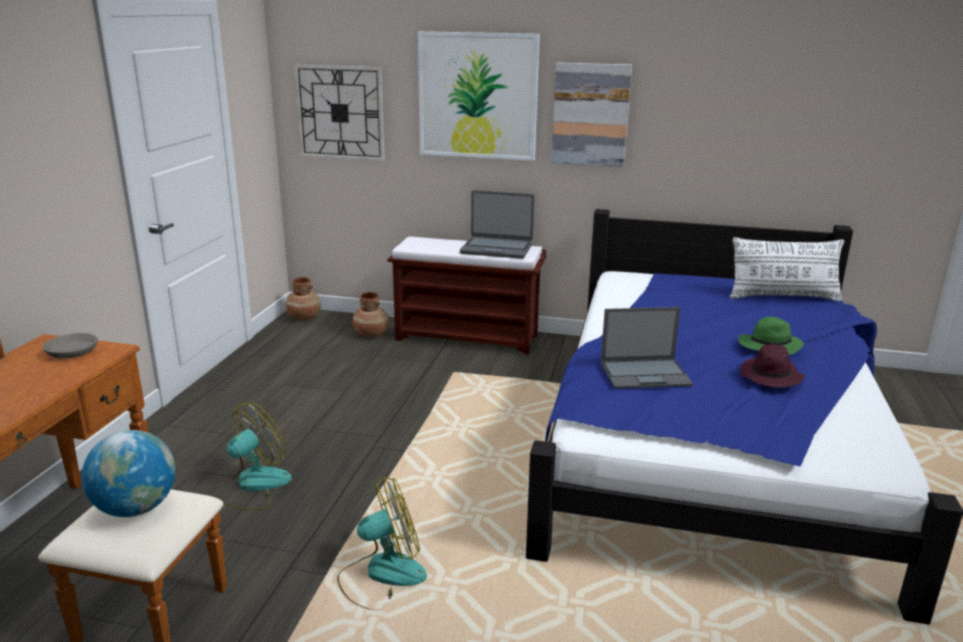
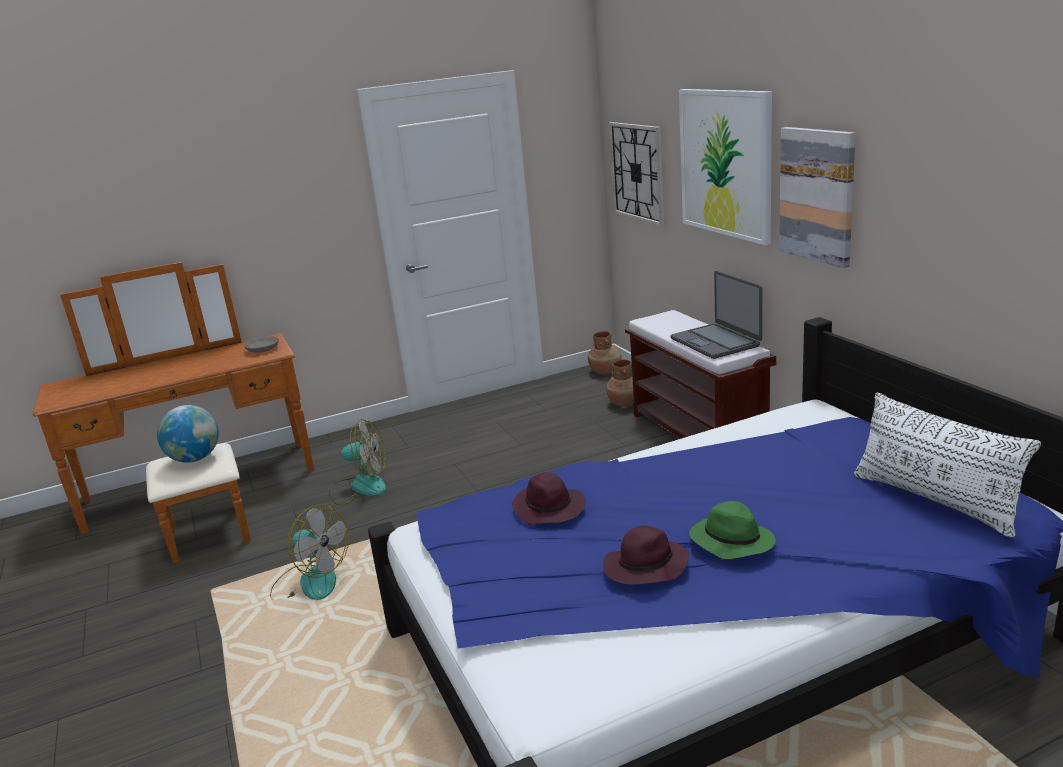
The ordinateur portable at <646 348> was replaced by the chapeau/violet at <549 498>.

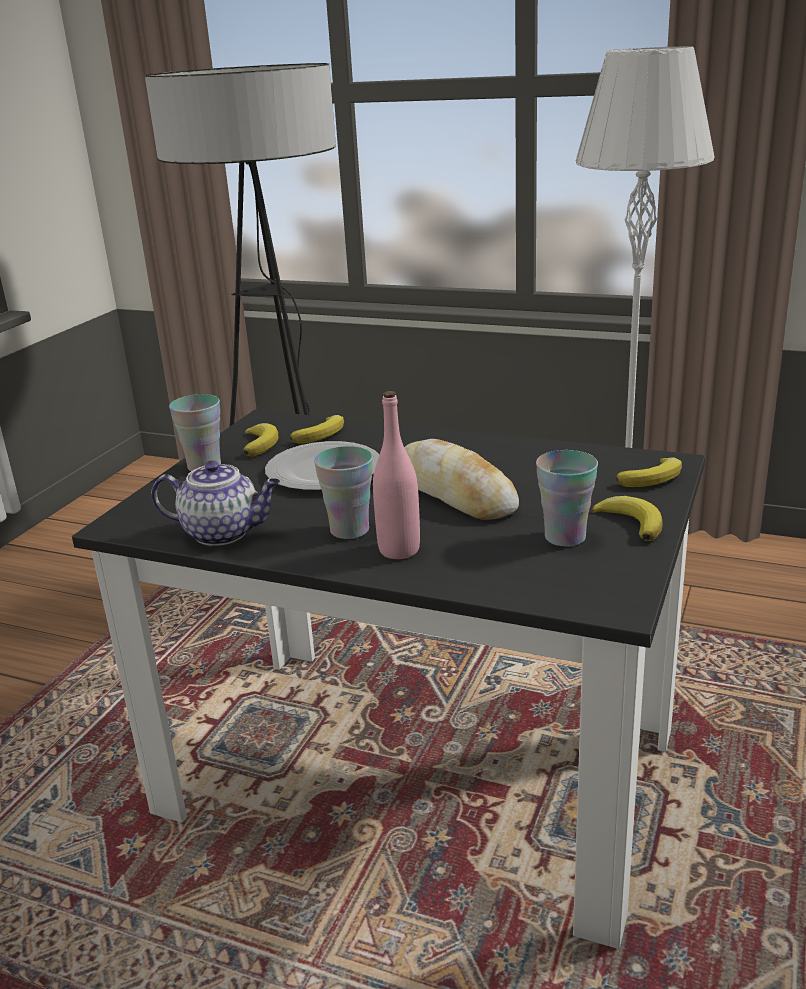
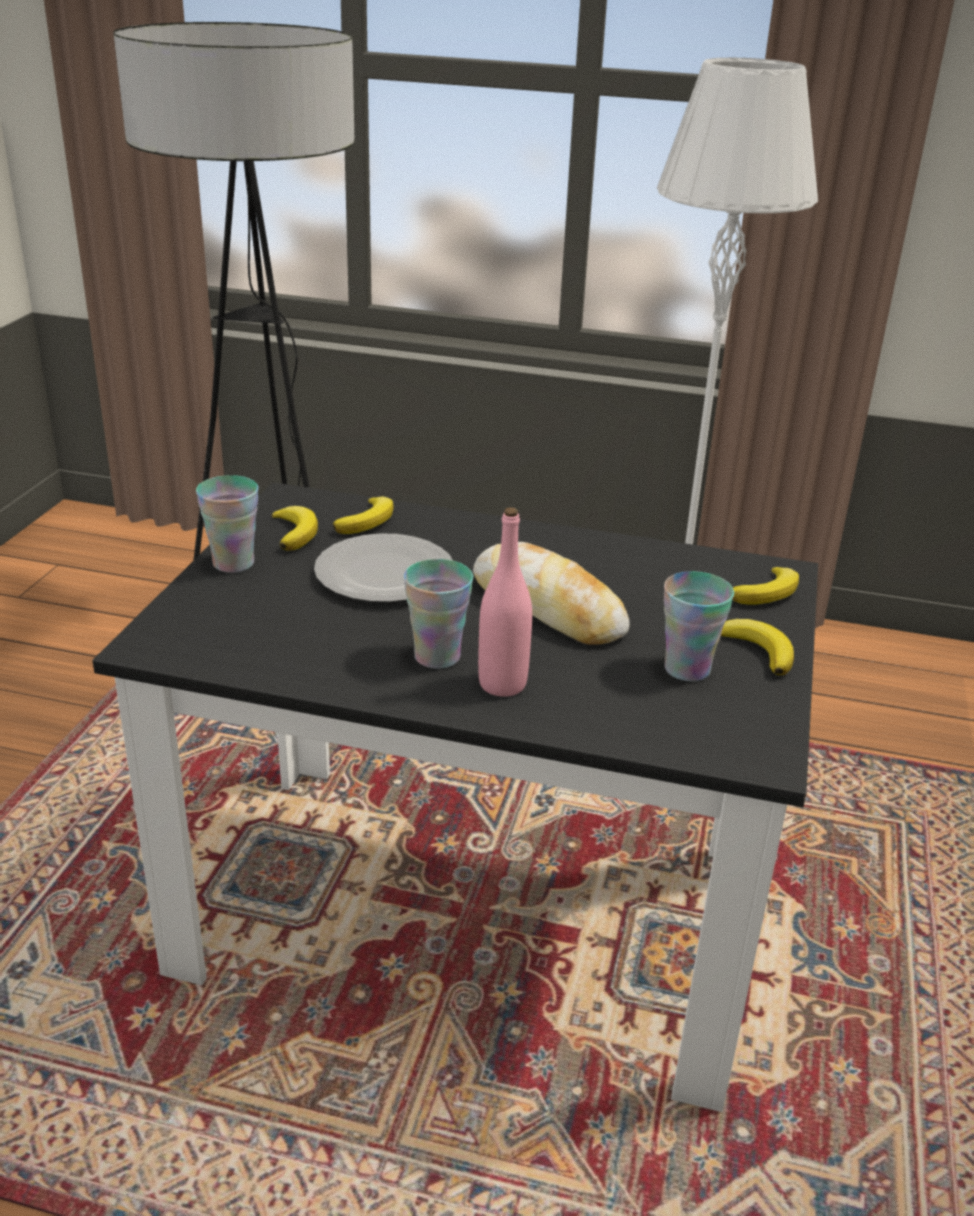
The théière at <215 503> disappeared.

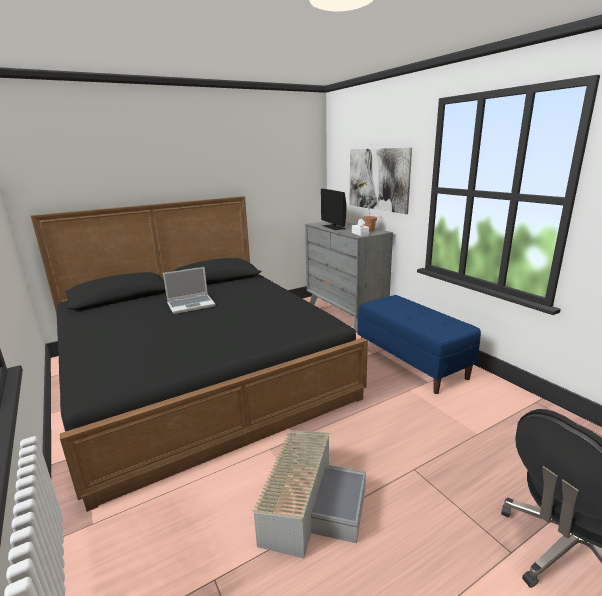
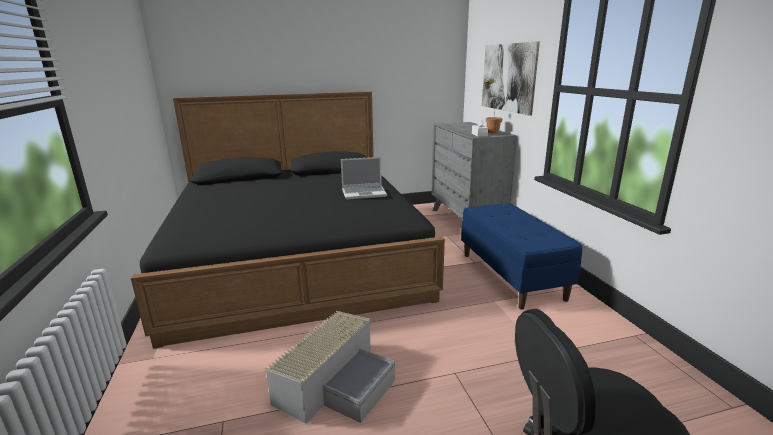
The écran d'ordinateur at <333 209> disappeared. The ordinateur portable moved from <189 290> to <364 178>.

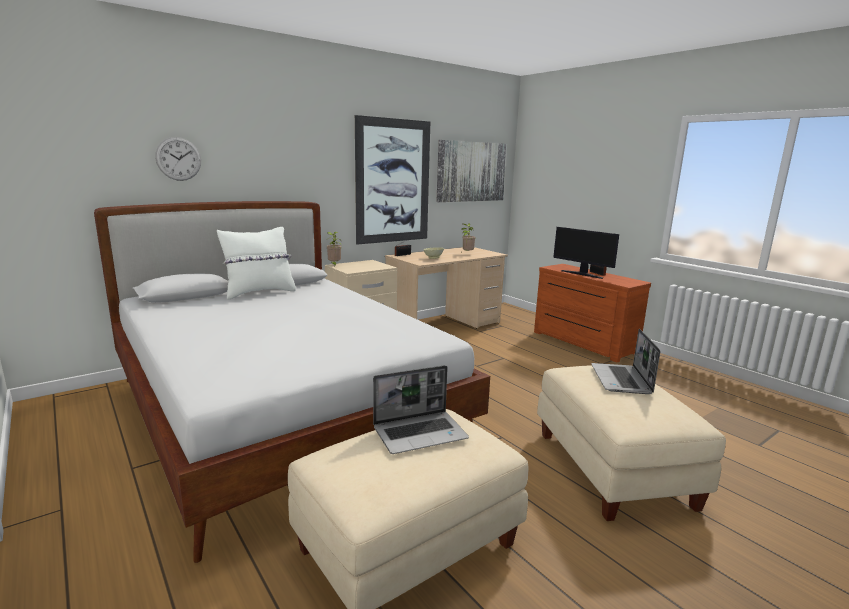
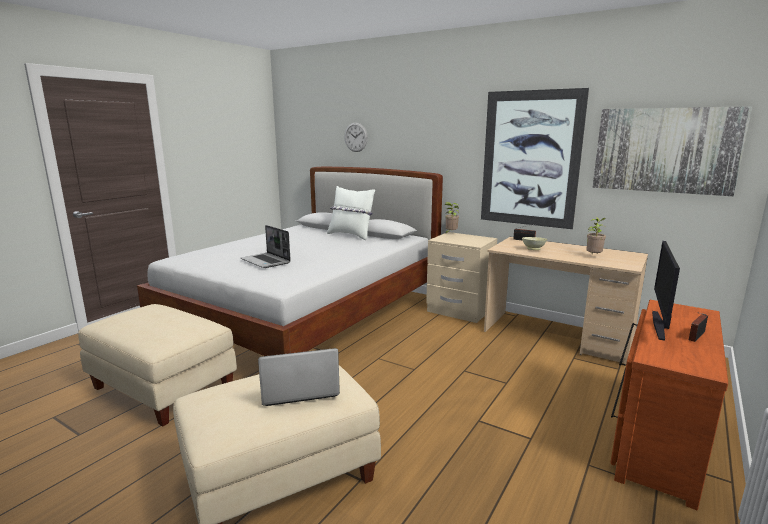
The ordinateur portable moved from <421 409> to <266 246>.

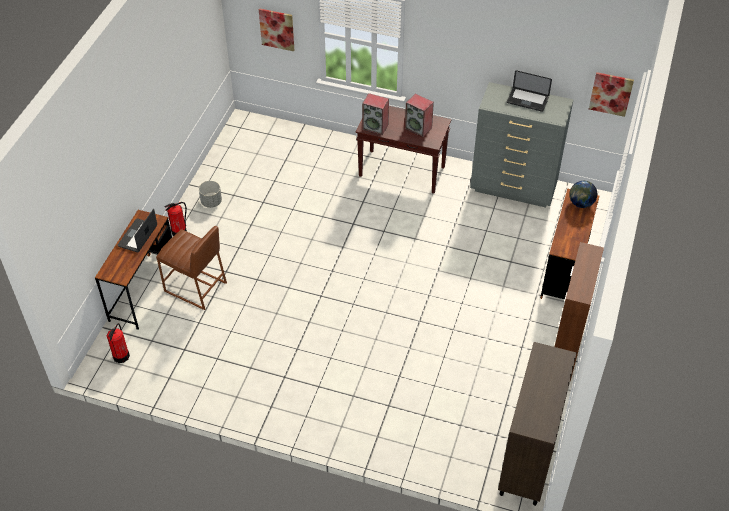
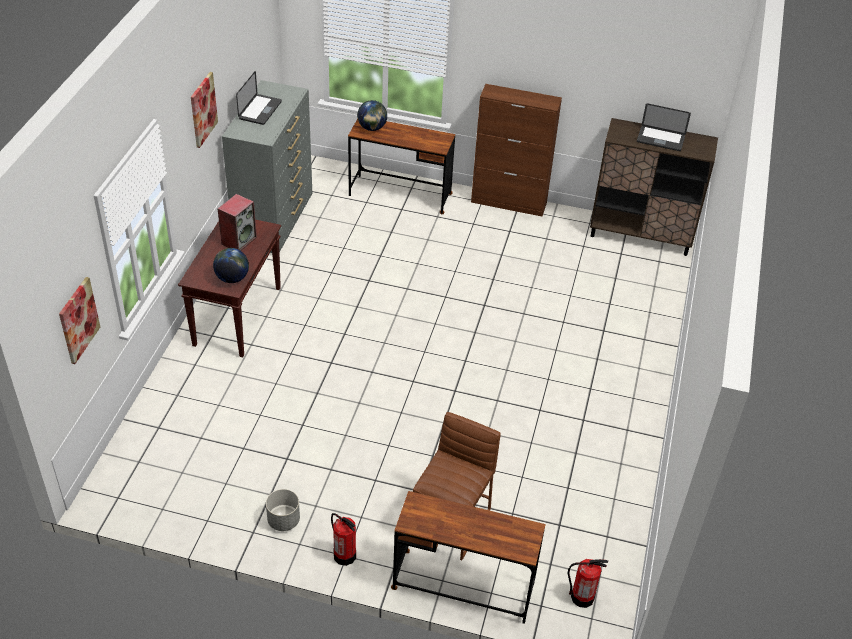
The ordinateur portable moved from <137 230> to <664 127>. The tableau moved from <611 94> to <204 110>. The enceinte at <375 114> was replaced by the globe at <231 265>.

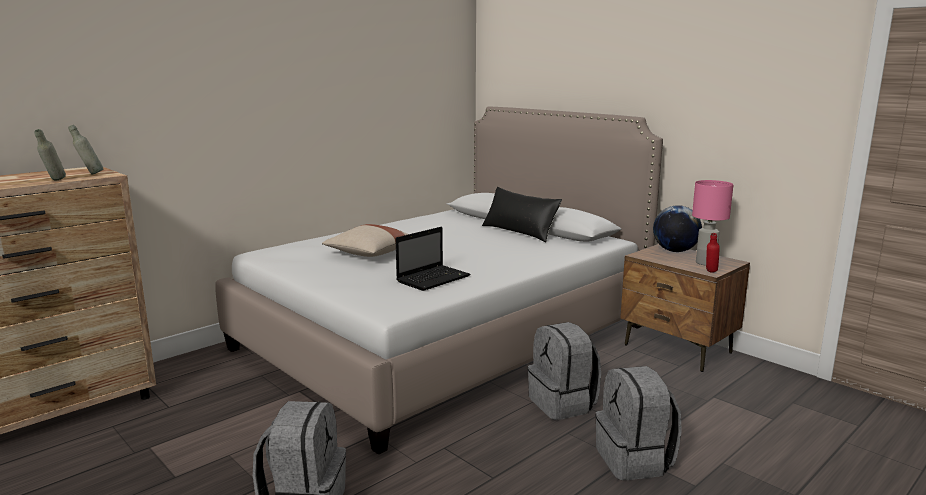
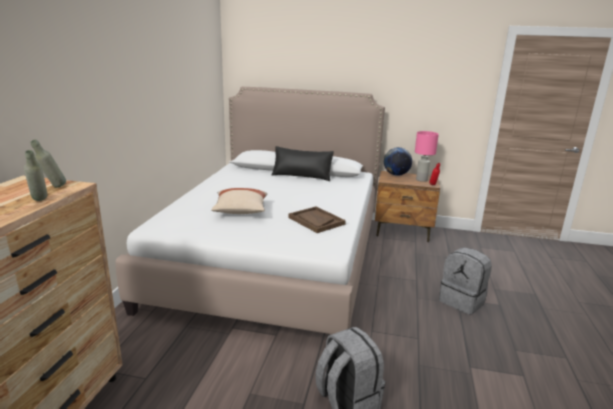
The sac à dos/gris at <564 371> disappeared. The ordinateur portable at <432 259> was replaced by the plateau/marron at <317 220>.

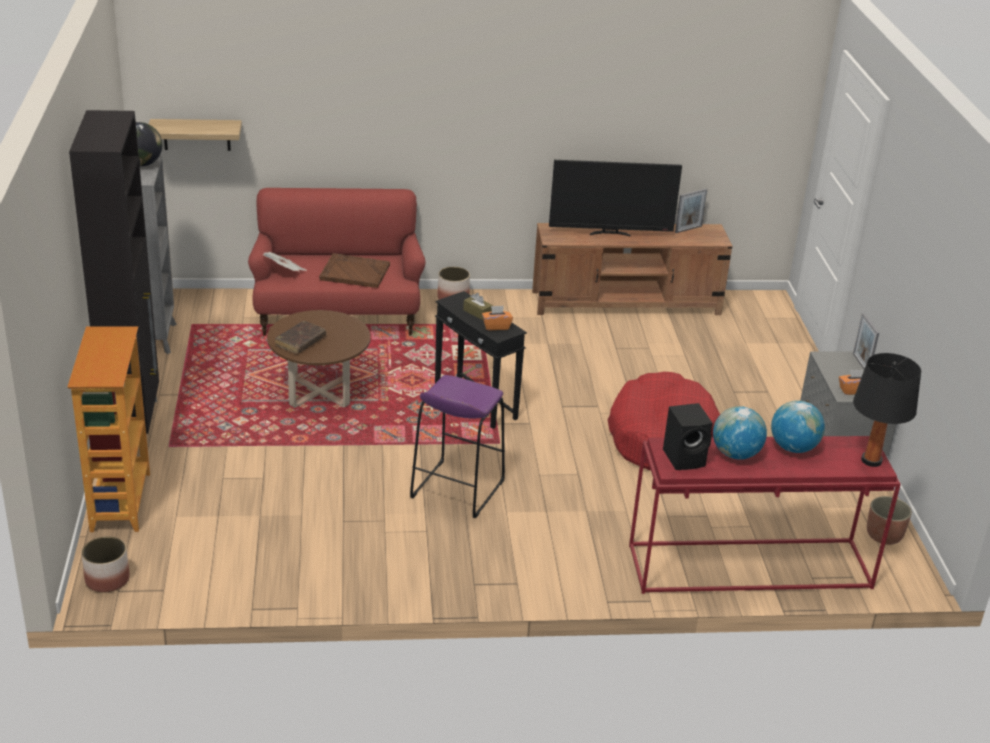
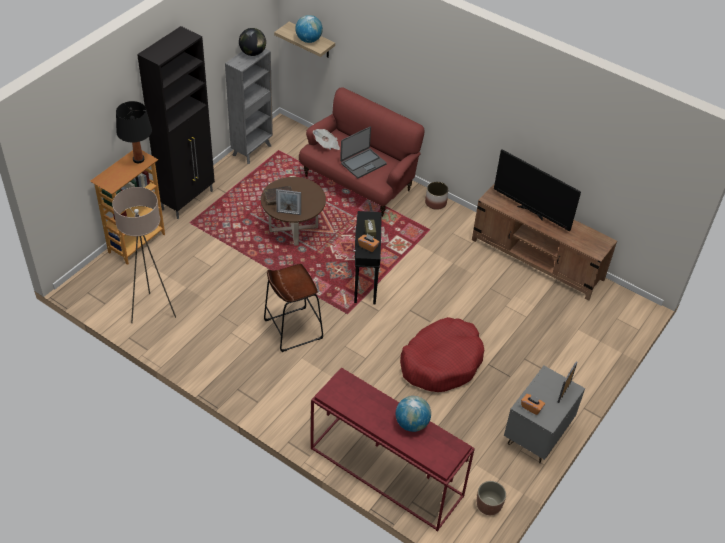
The cache-pot at <105 564> disappeared. The enceinte/noir at <688 436> disappeared. The lampadaire/beige at <144 255> appeared. The cadre photo moved from <691 211> to <288 202>. The globe moved from <740 433> to <309 29>. The lampe de table/noir moved from <887 410> to <134 132>. The plateau/marron at <354 270> was replaced by the ordinateur portable at <363 152>. The tabouret/violet at <457 446> became the tabouret/marron at <293 308>.

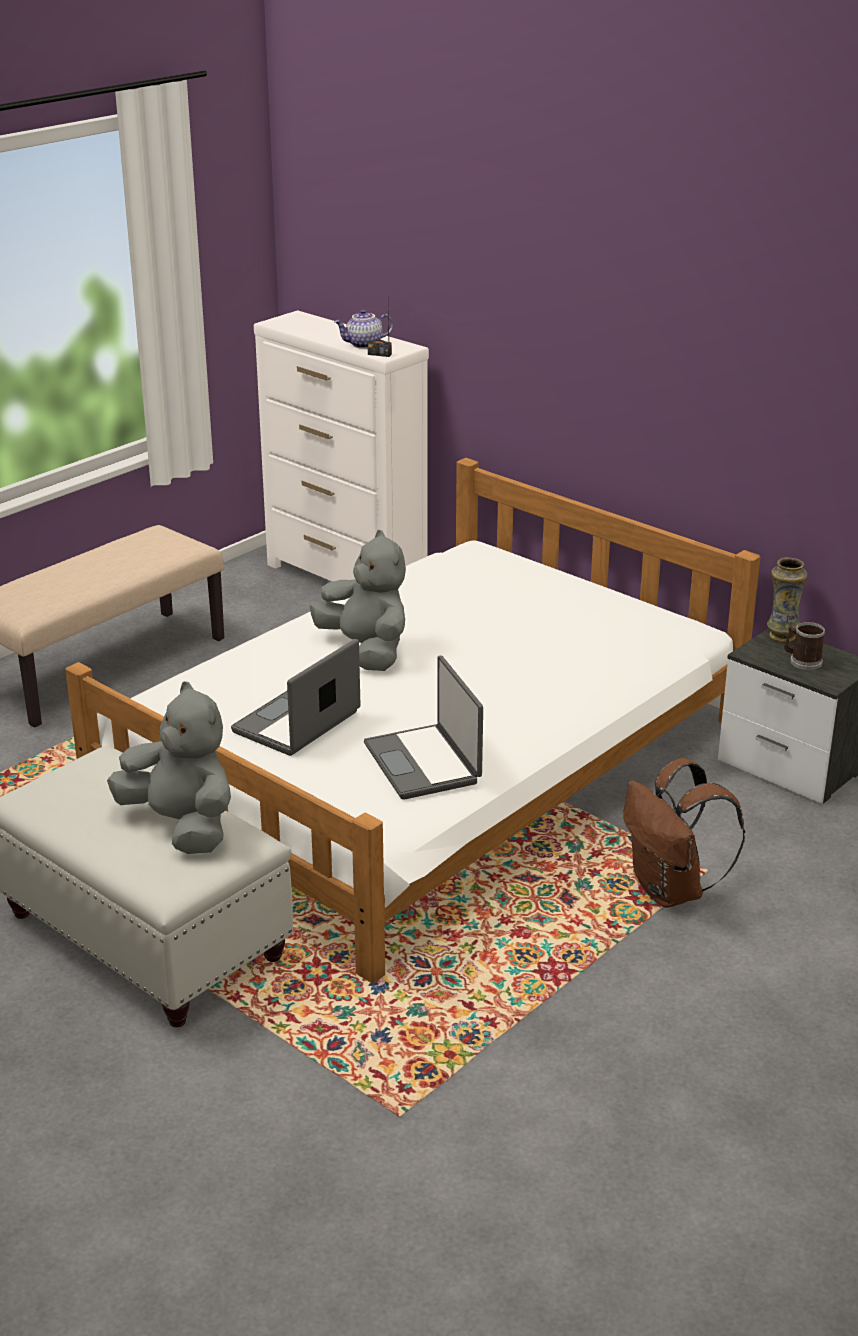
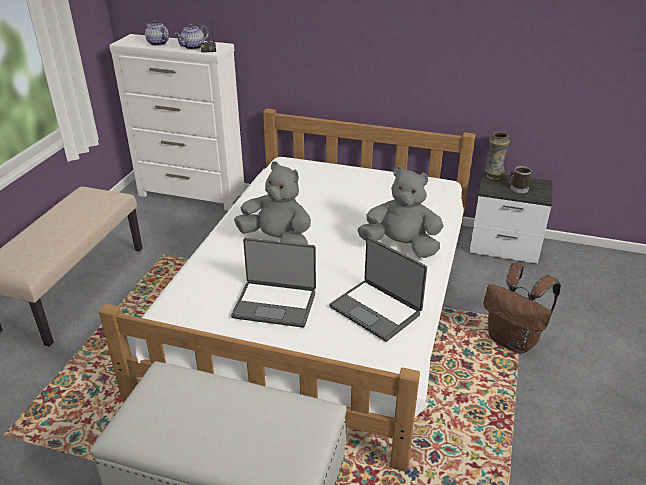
The théière at <157 33> appeared. The peluche/gris moved from <169 767> to <401 212>. The ordinateur portable at <295 697> turned 90 degrees counterclockwise.

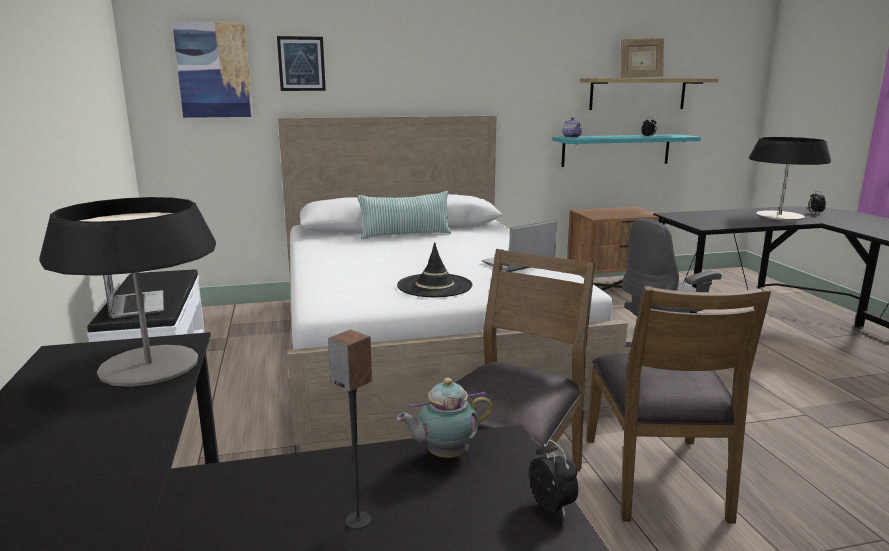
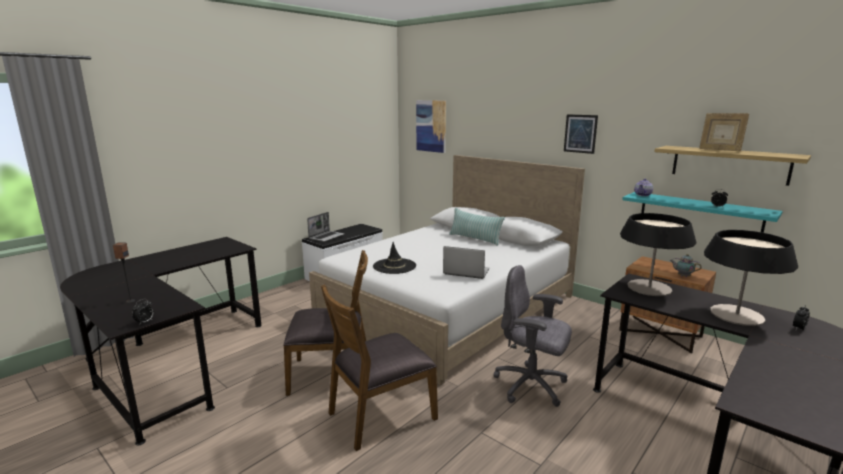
The lampe de table moved from <127 292> to <658 254>. The tableau moved from <301 63> to <581 134>. The théière moved from <445 418> to <686 265>.

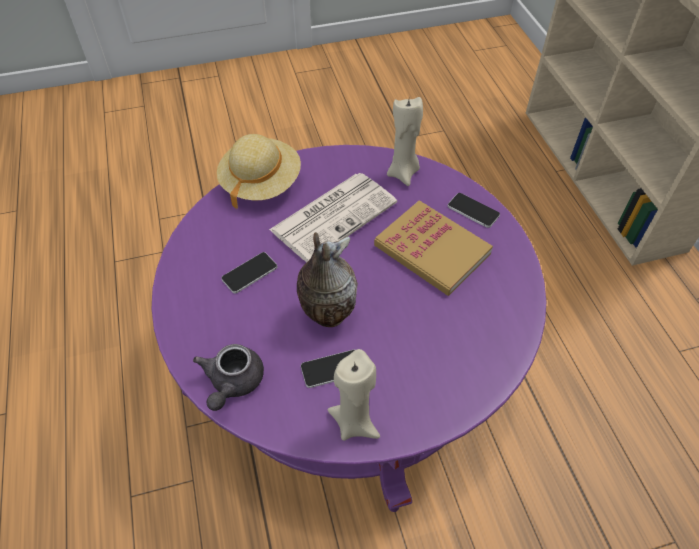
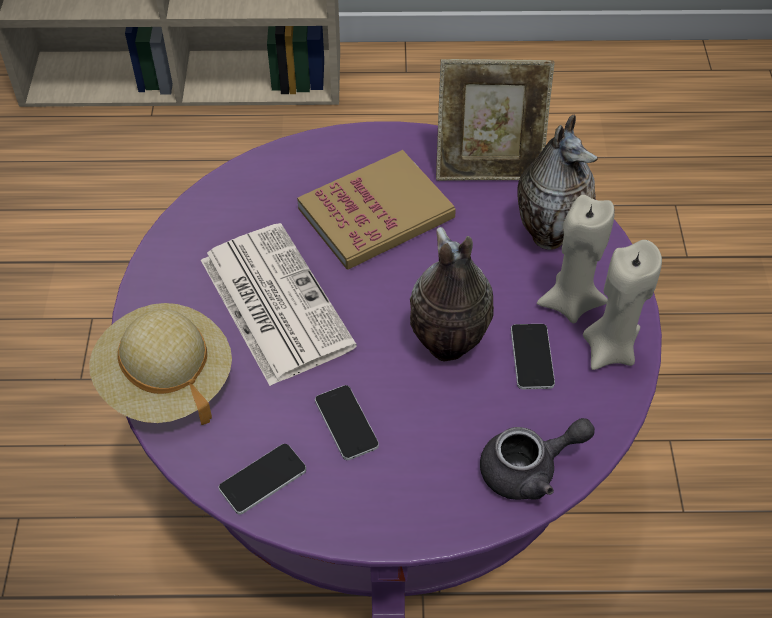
The cadre photo at <495 120> appeared. The vase at <557 182> appeared. The bougie/beige moved from <405 141> to <576 259>. The téléphone moved from <474 210> to <262 479>. The théière/gris at <228 377> turned 45 degrees counterclockwise.

